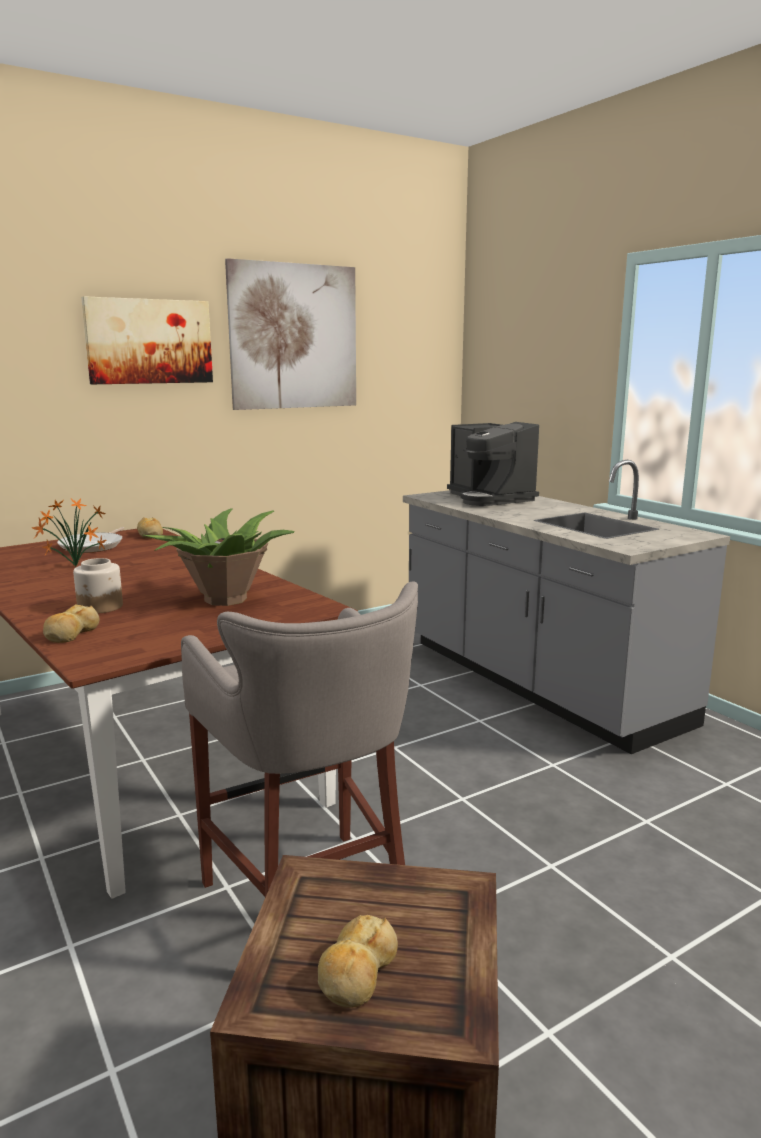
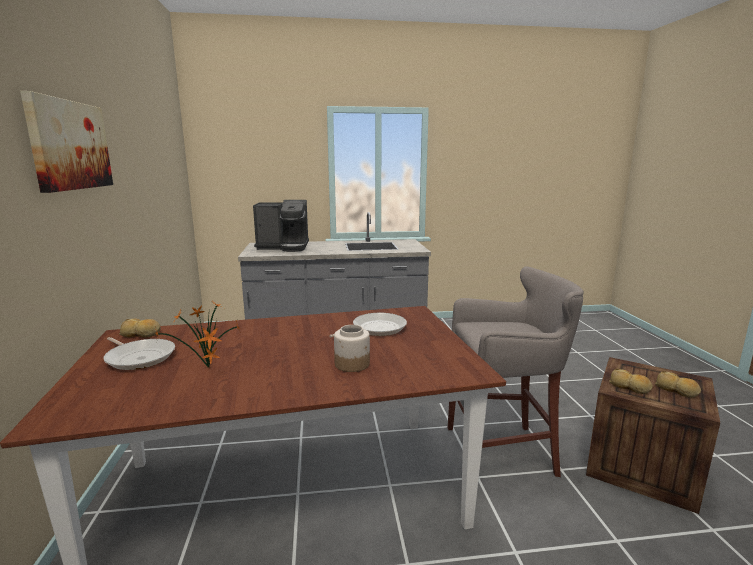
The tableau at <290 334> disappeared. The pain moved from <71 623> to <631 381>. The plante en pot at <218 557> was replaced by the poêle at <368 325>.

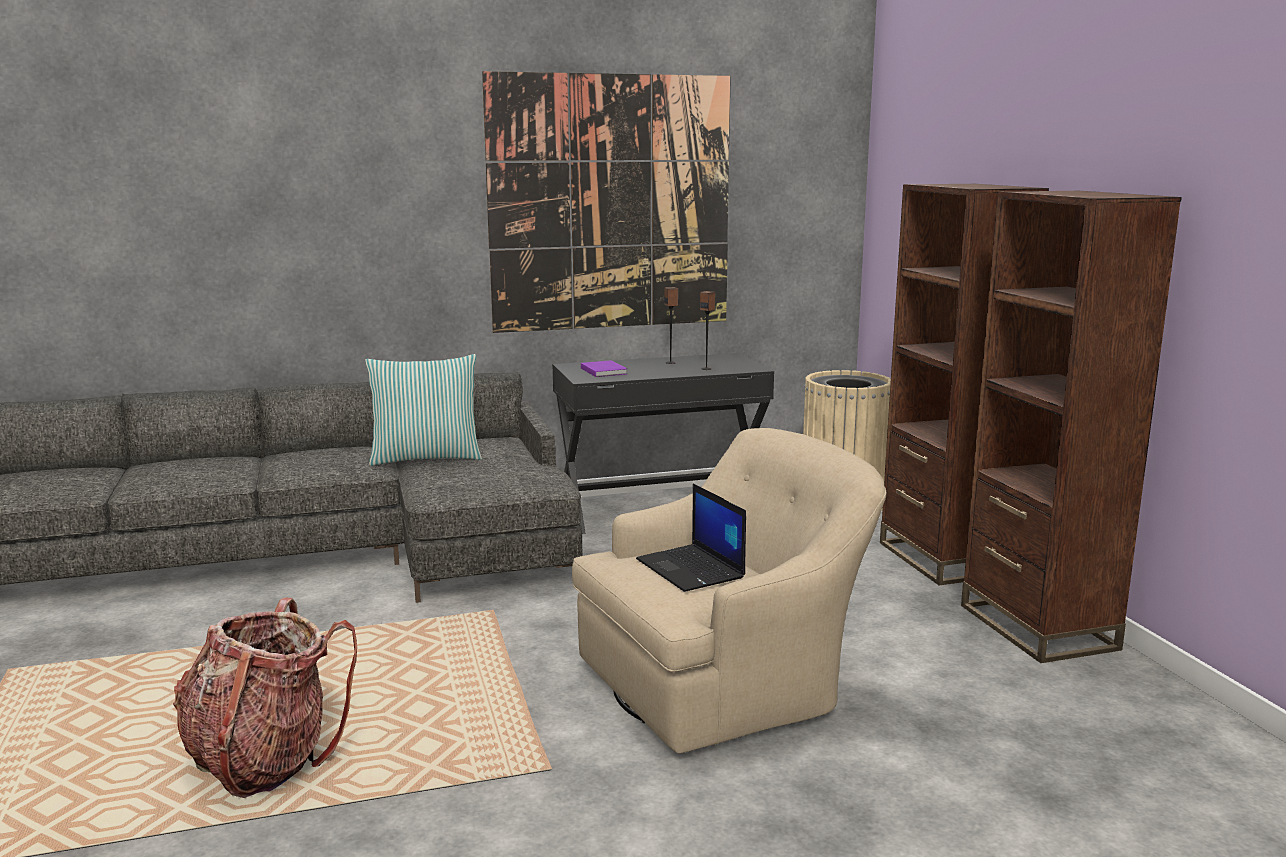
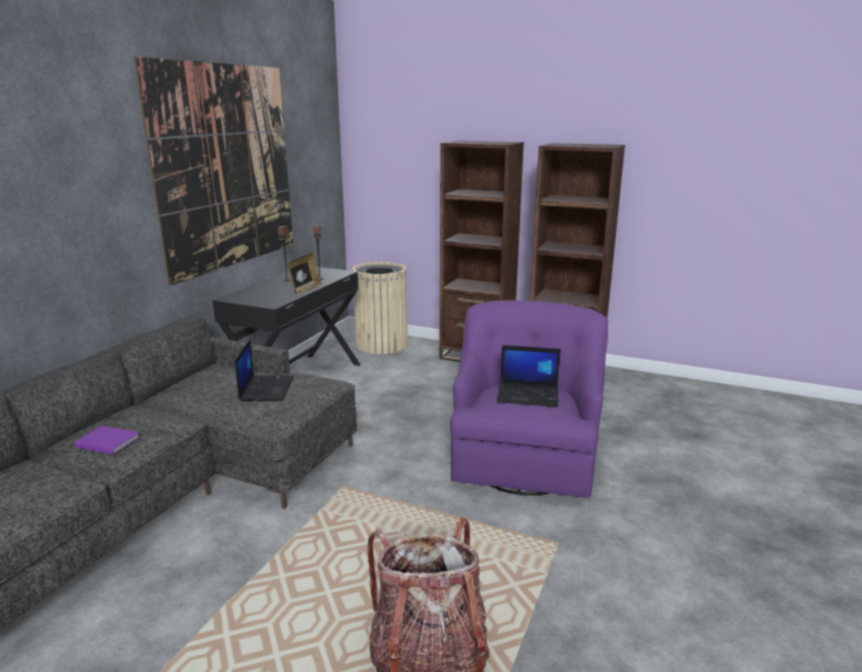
The coussin at <423 410> disappeared. The ordinateur portable at <264 370> appeared. The cadre photo at <305 274> appeared. The livre/violet moved from <604 368> to <107 440>. The fauteuil/beige at <729 590> became the fauteuil/violet at <529 399>.

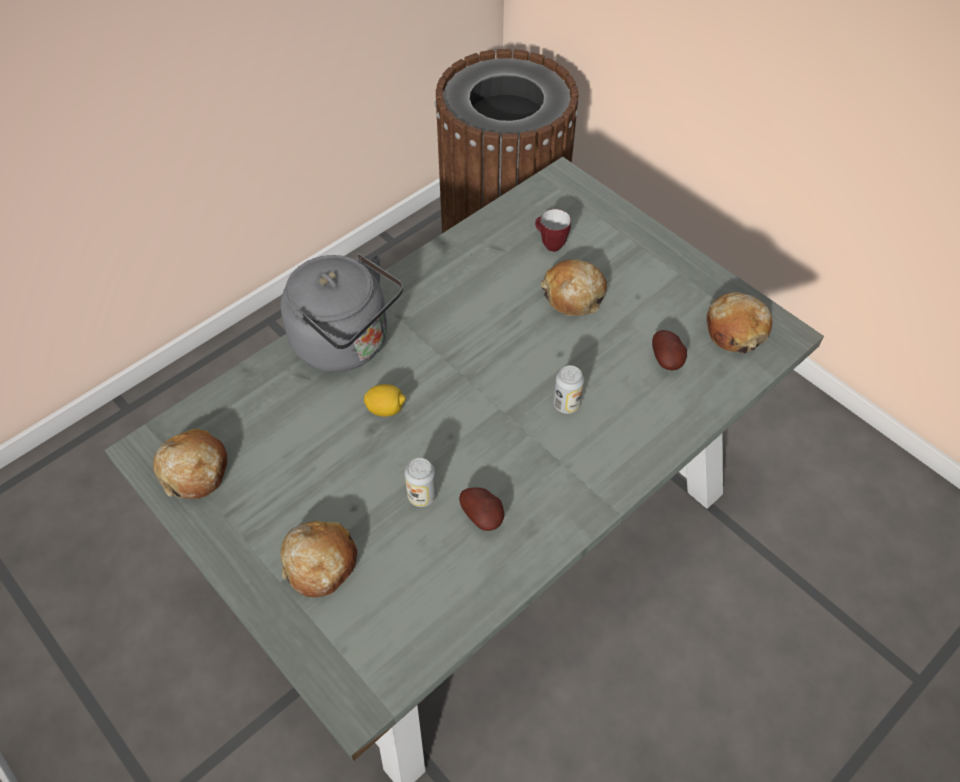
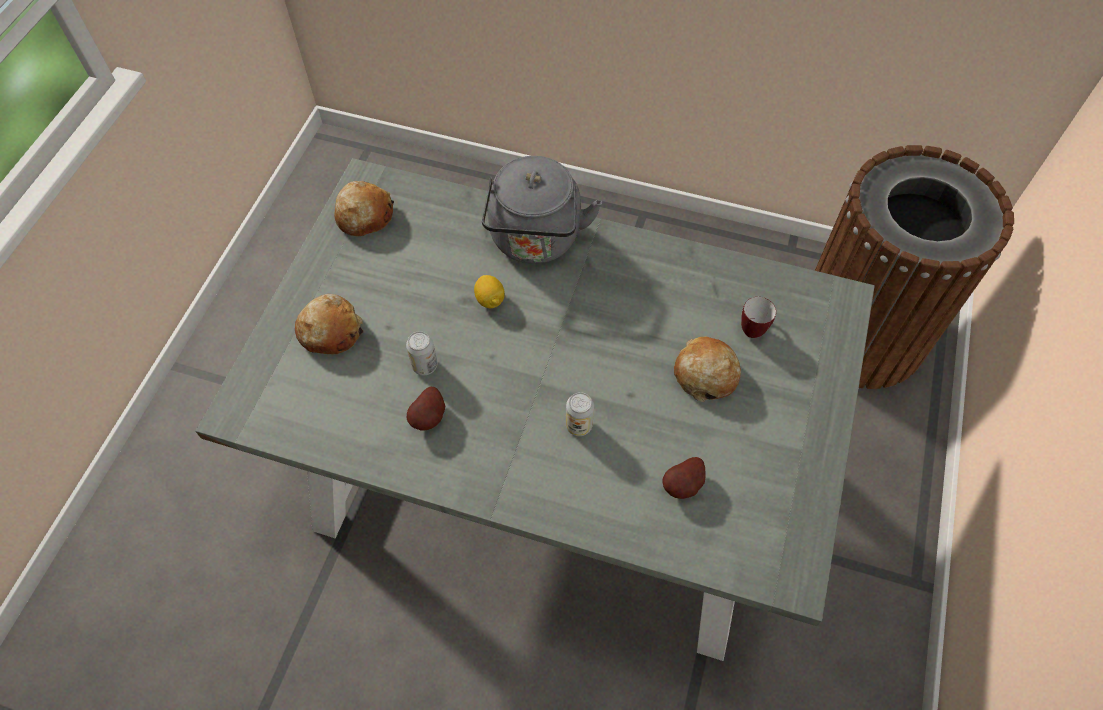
The pain at <739 323> disappeared.

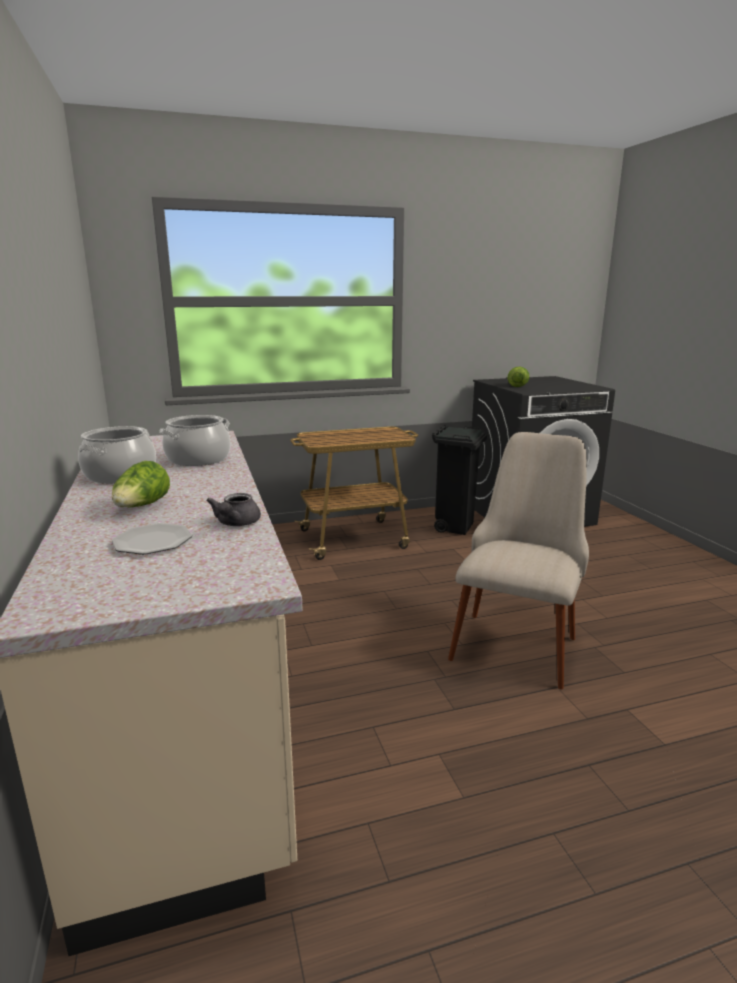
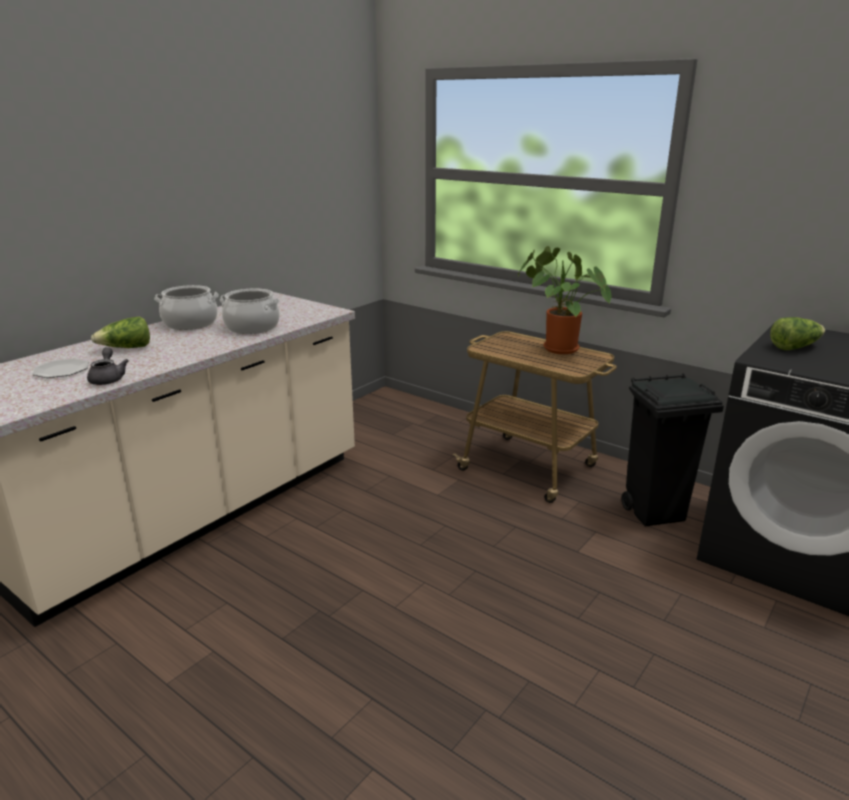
The chaise/beige at <518 561> disappeared. The plante en pot at <564 300> appeared. The théière/gris at <233 509> turned 105 degrees clockwise.

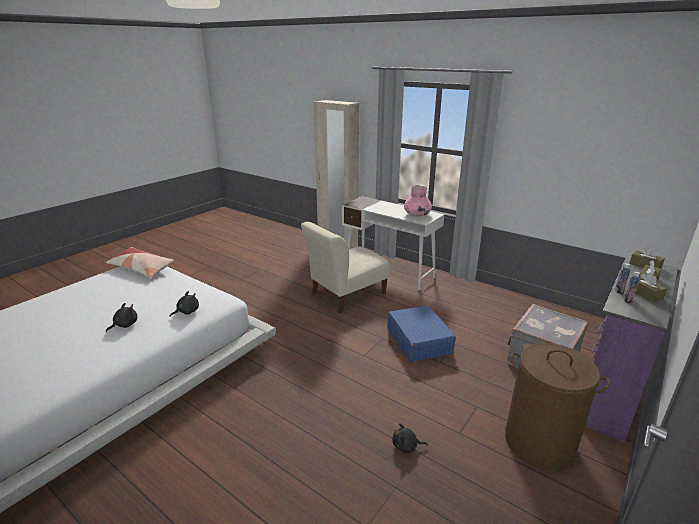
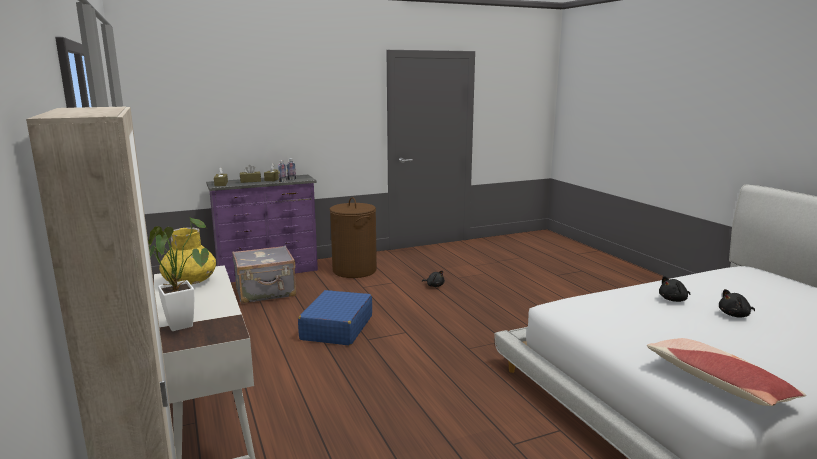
The chaise/beige at <345 267> disappeared. The plante en pot at <178 274> appeared. The peluche/noir moved from <184 304> to <737 303>. The vase/rose at <418 200> became the vase/jaune at <187 255>.

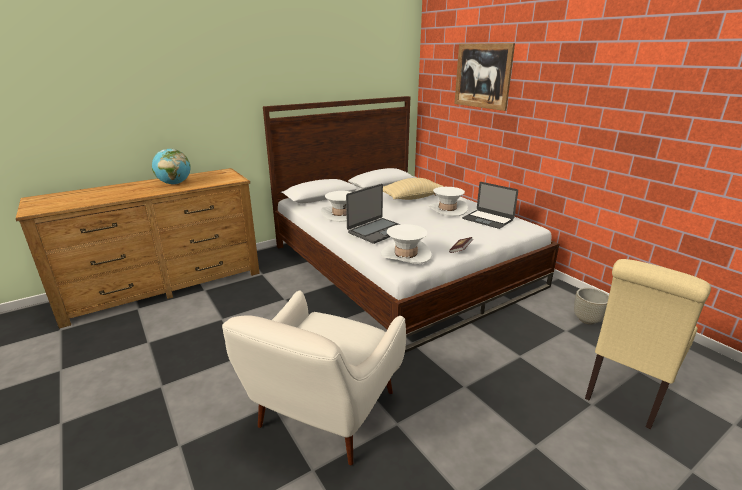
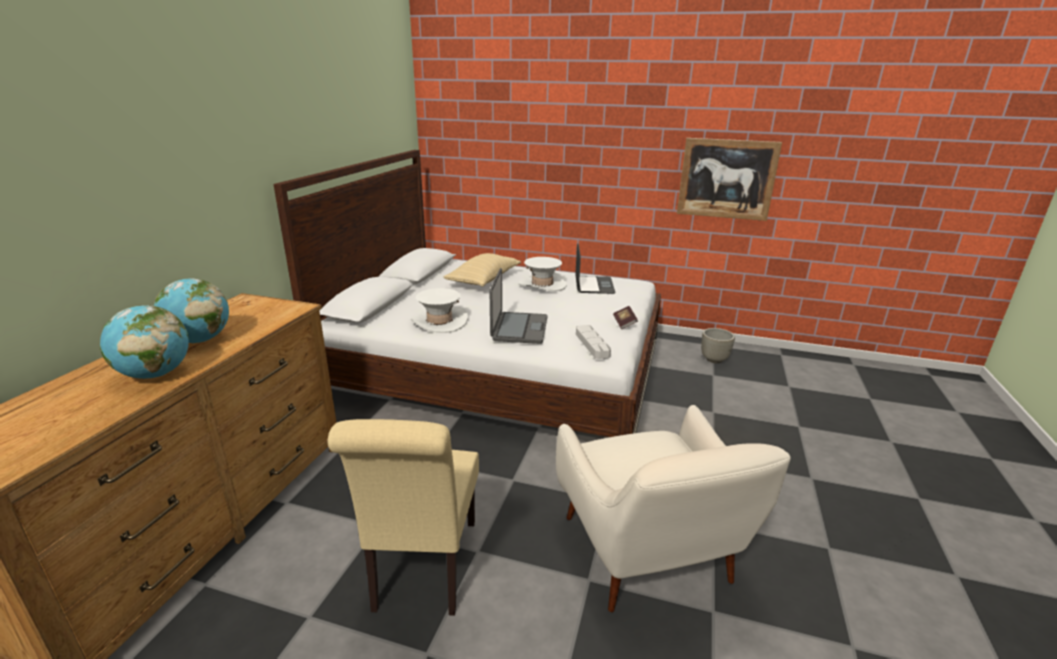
The globe at <144 342> appeared. The tableau moved from <484 77> to <729 179>. The chaise/beige moved from <648 344> to <403 517>. The chapeau/blanc at <406 244> was replaced by the plateau/gris at <593 342>. The ordinateur portable at <490 205> turned 90 degrees counterclockwise.

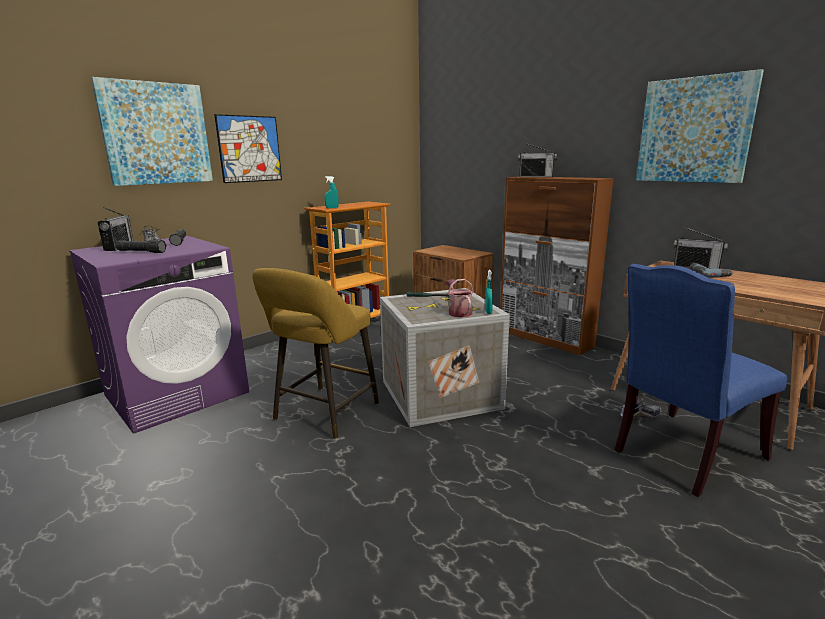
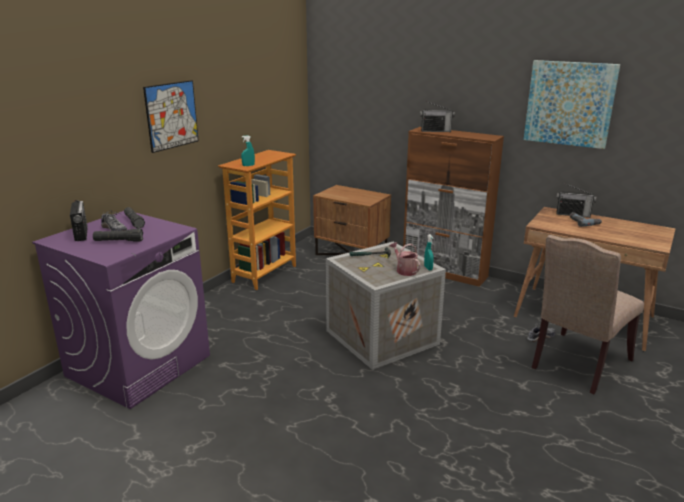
The tableau at <152 131> disappeared. The tabouret/jaune at <315 353> disappeared. The chaise/bleu at <700 380> became the chaise/beige at <588 314>.

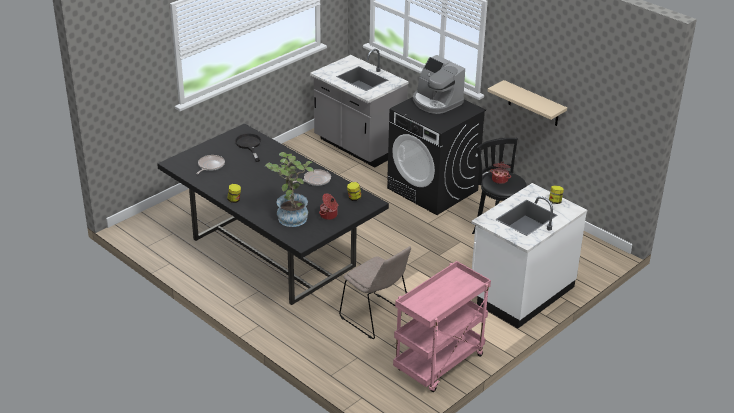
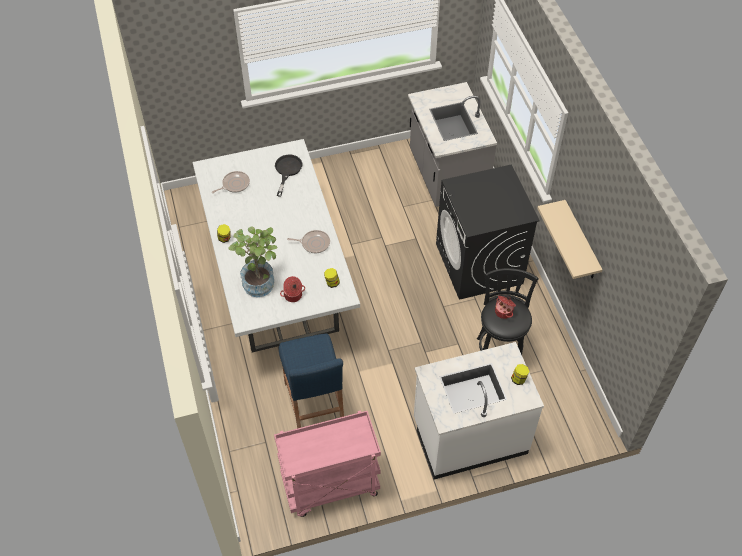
The machine à café at <439 84> disappeared. The chaise/beige at <375 292> was replaced by the tabouret/bleu at <311 381>. The table à manger/noir at <273 214> became the table à manger/blanc at <276 245>.

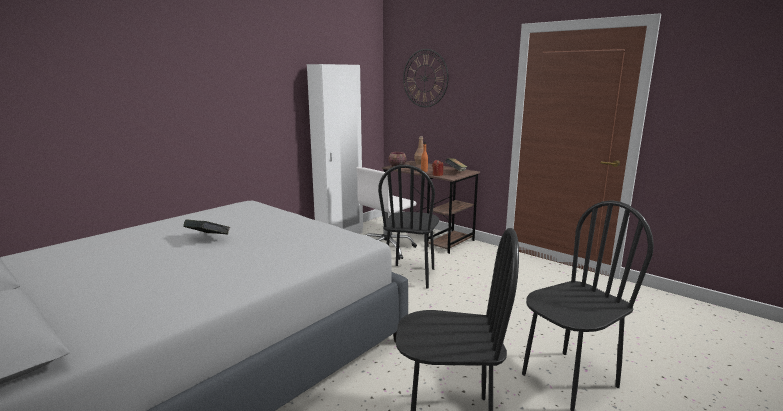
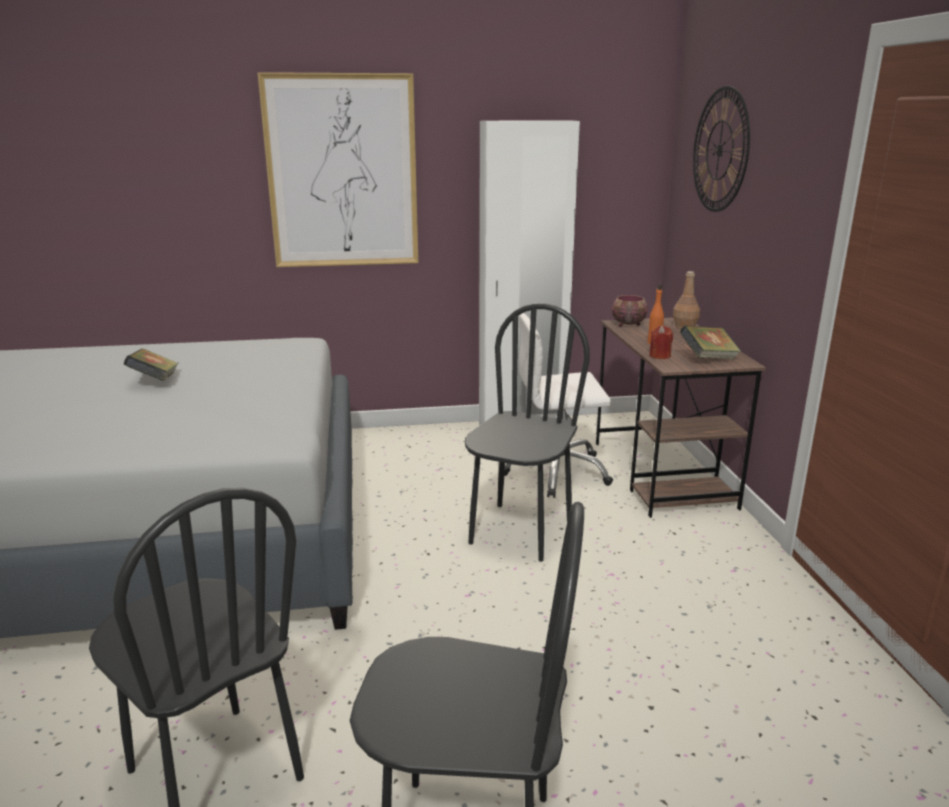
The tableau at <337 169> appeared. The chaise/noir at <408 226> turned 150 degrees clockwise.

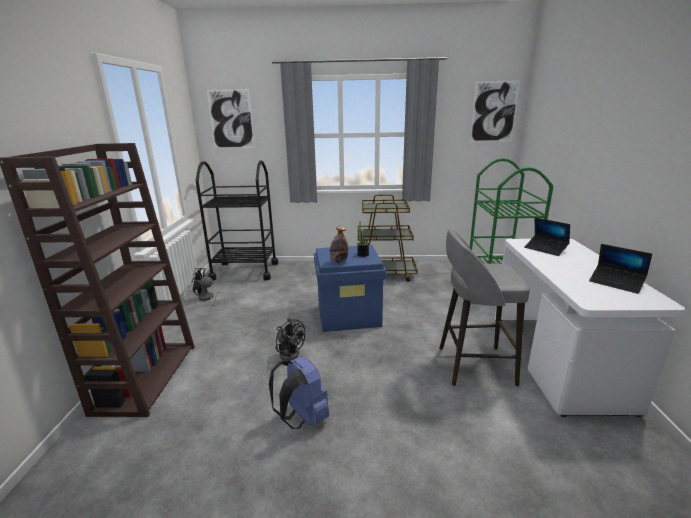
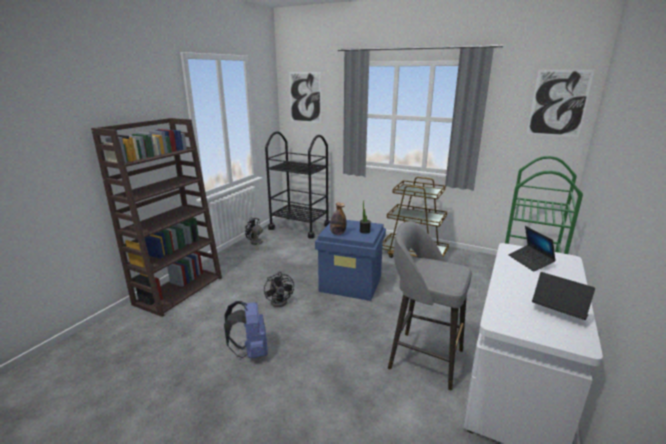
The ordinateur portable at <620 269> turned 150 degrees clockwise.

